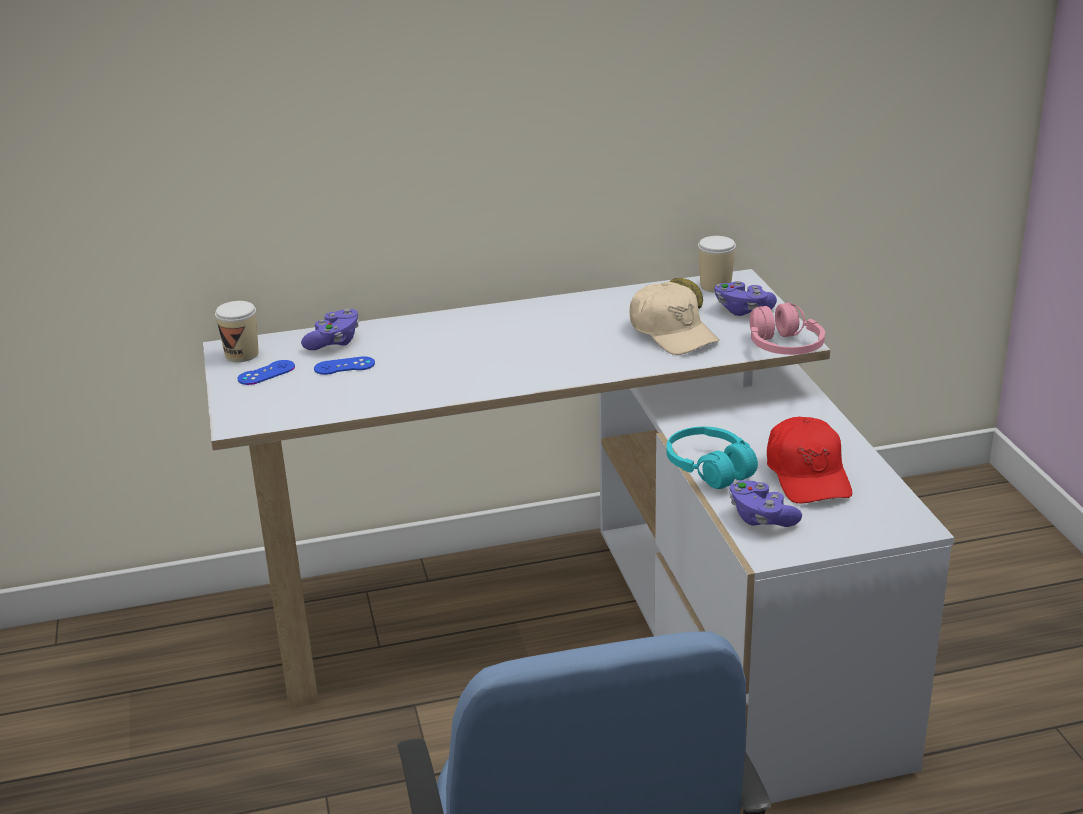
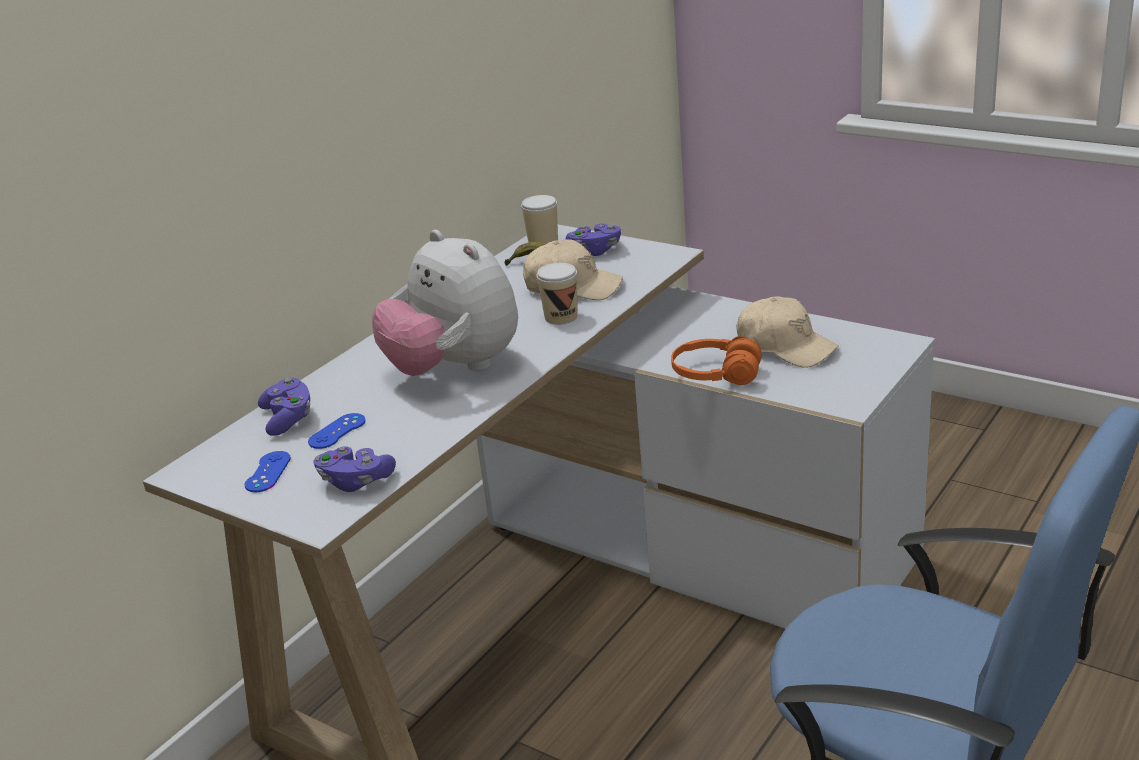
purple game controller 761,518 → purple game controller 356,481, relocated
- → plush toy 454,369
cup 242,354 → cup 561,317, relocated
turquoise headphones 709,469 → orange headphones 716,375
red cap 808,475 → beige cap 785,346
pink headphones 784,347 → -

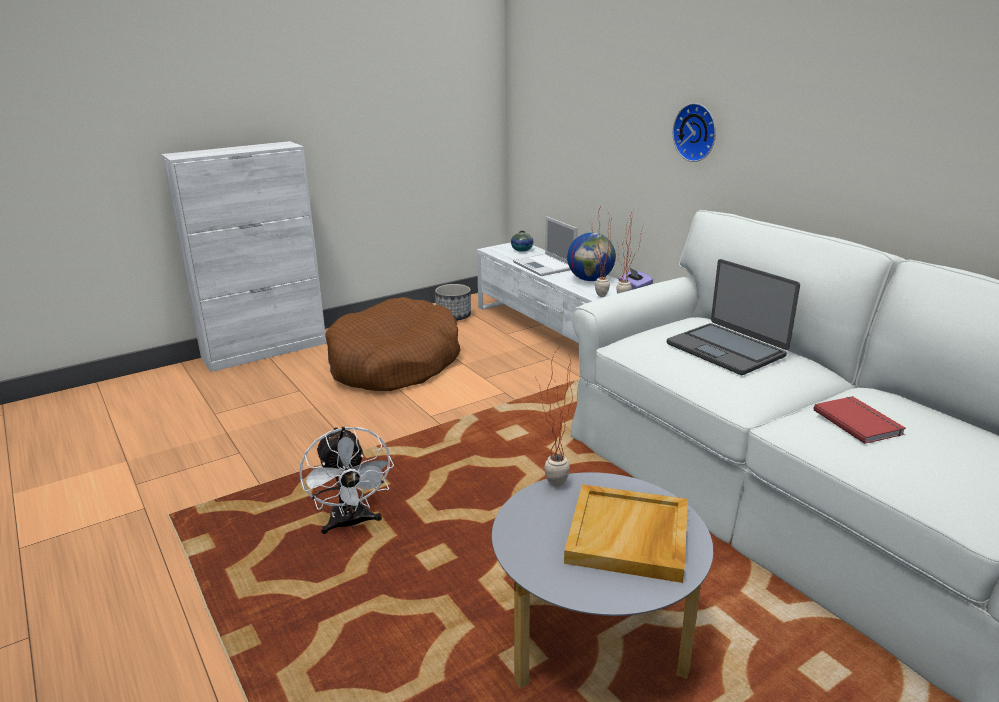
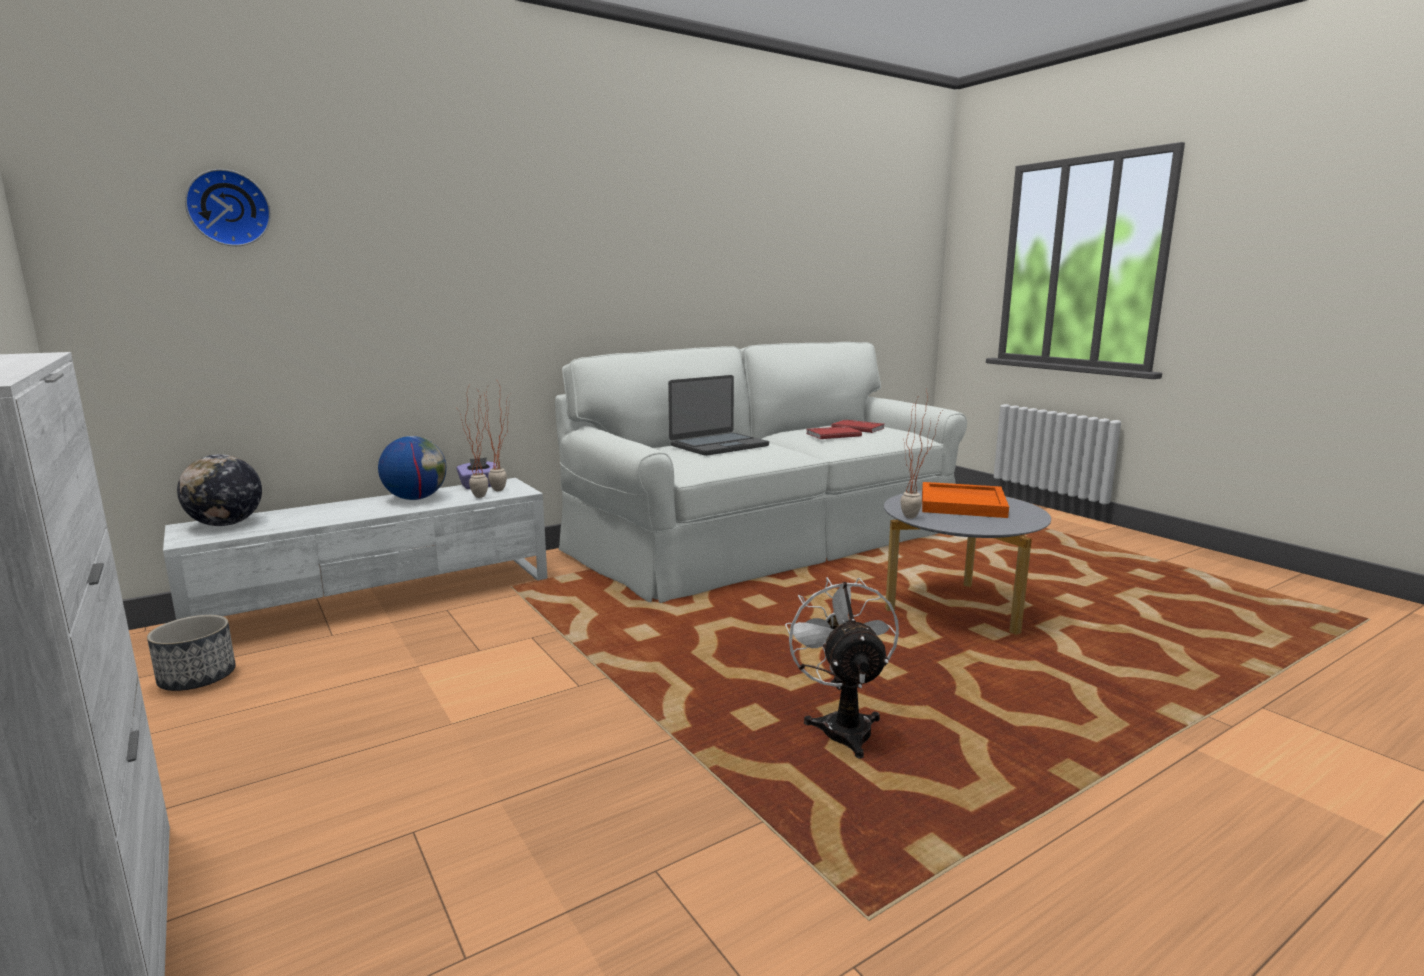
vase 522,250 → globe 226,524
wall clock 697,132 → wall clock 228,208, relocated
white fan 351,524 → white fan 843,726, 75 degrees counterclockwise
- → red book 858,428
beige tray 629,537 → orange tray 963,504
brown dog bed 394,363 → -
laptop 545,266 → -

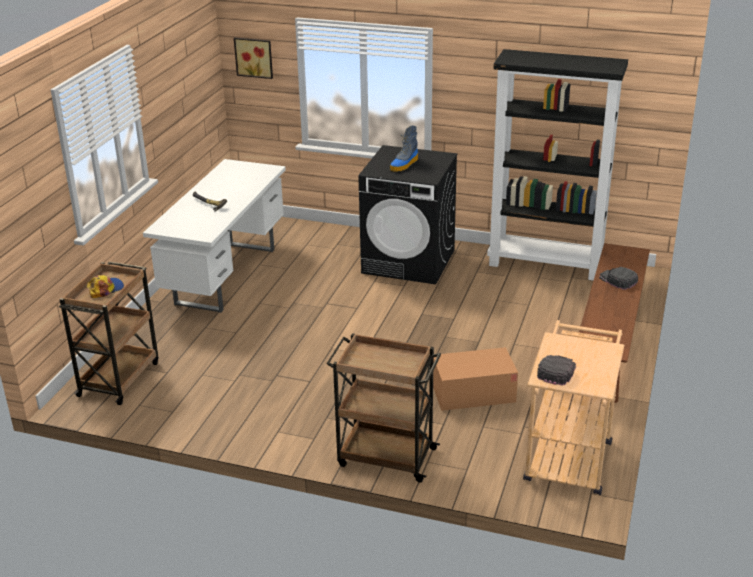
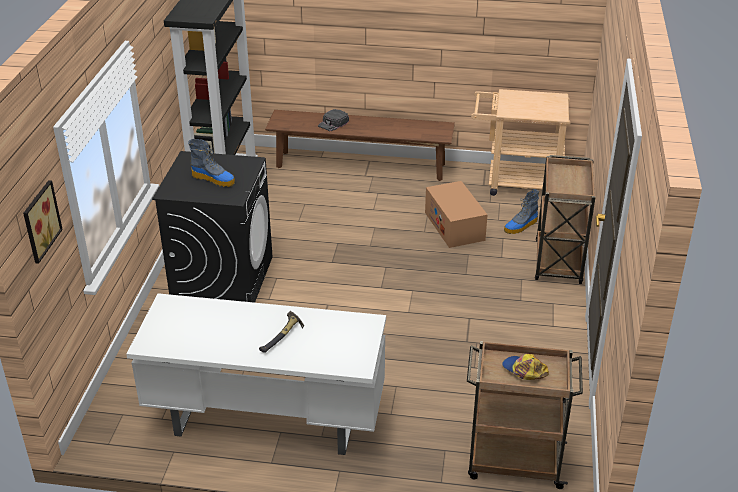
- → boot 521,226
black cap 557,371 → -

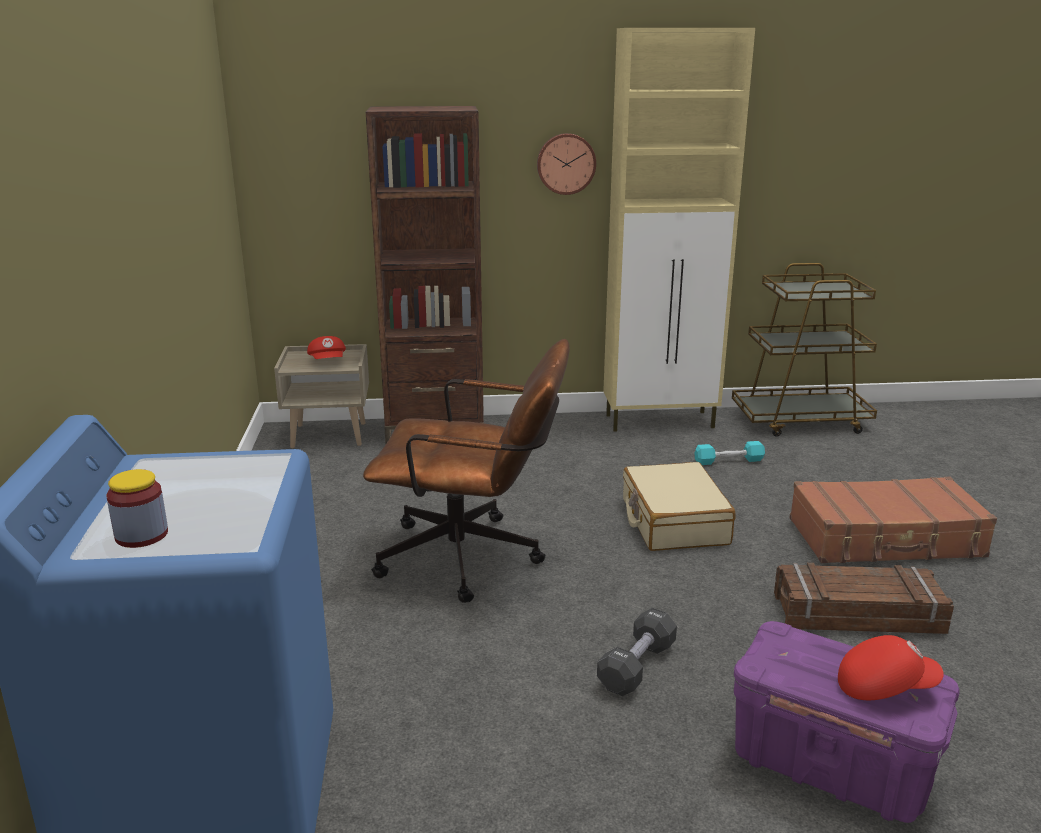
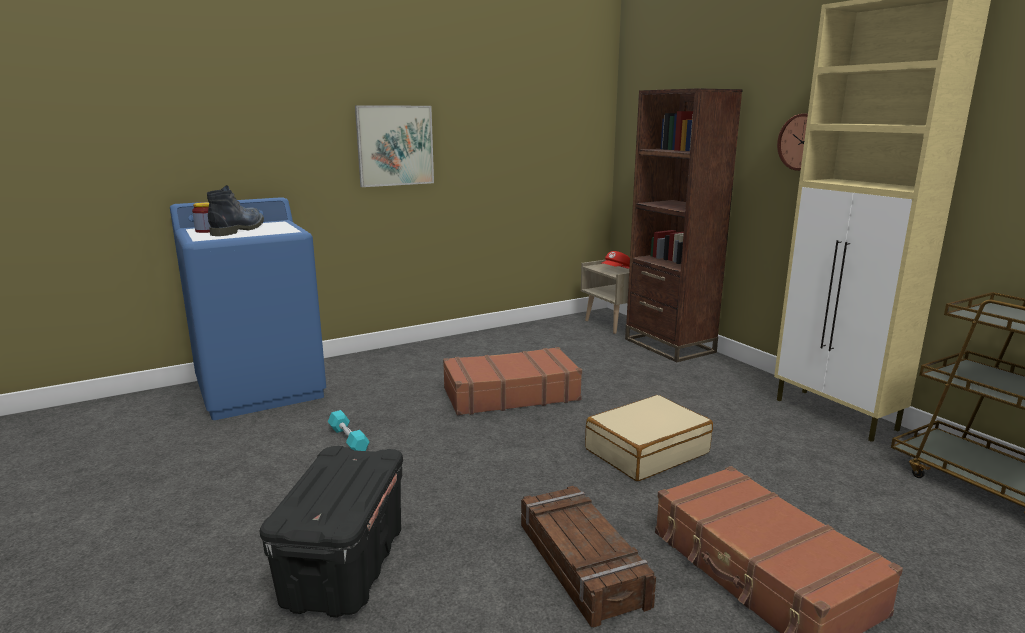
- → boot 239,229
purple storage box 828,766 → black storage box 344,566
turquoise dumbbell 728,461 → turquoise dumbbell 348,439, relocated
- → picture 395,145
brown office chair 473,559 → brown suitcase 510,394
black dumbbell 636,666 → -
red cap 884,686 → -

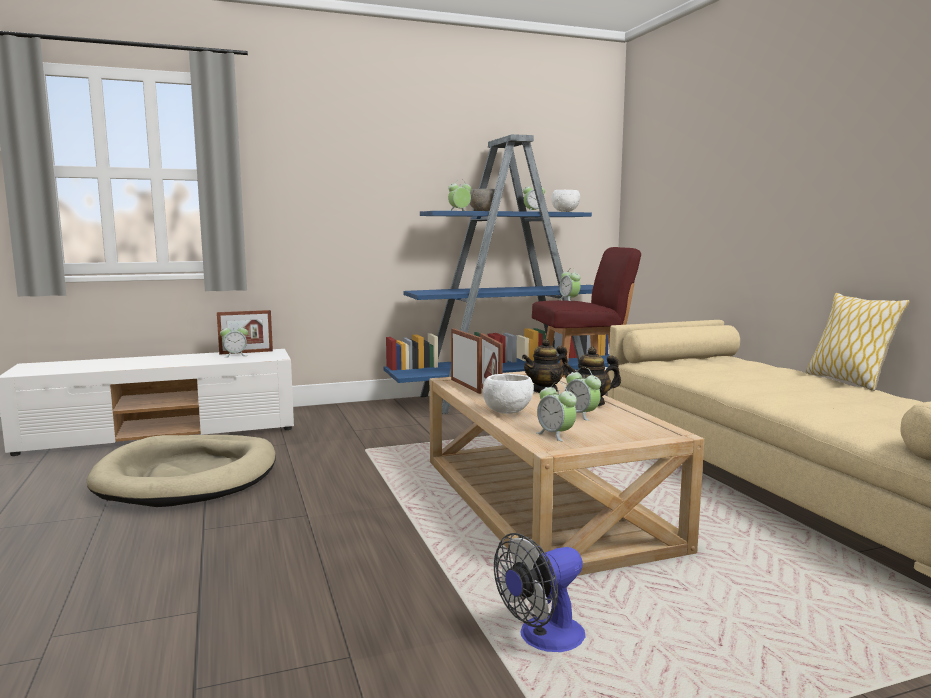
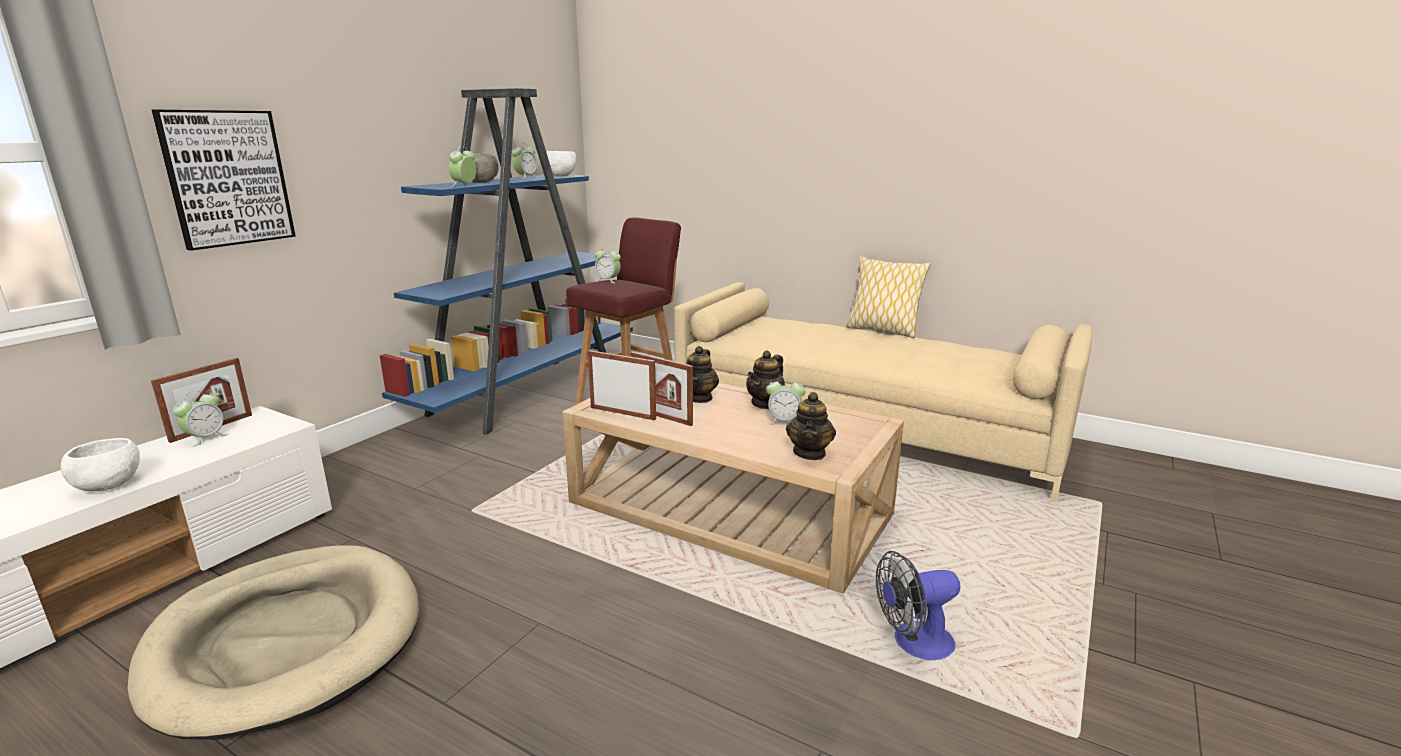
white bowl 506,412 → white bowl 107,486, relocated
- → picture 227,178
alarm clock 555,435 → teapot 810,453
fan 542,639 → fan 913,643, 60 degrees clockwise

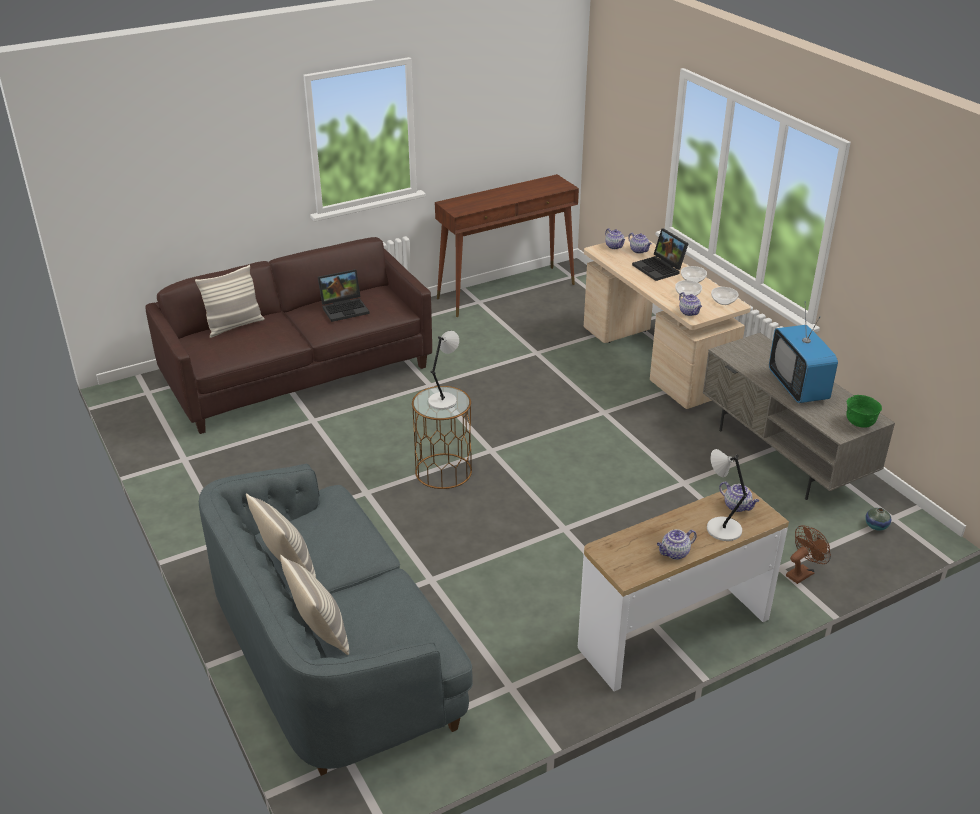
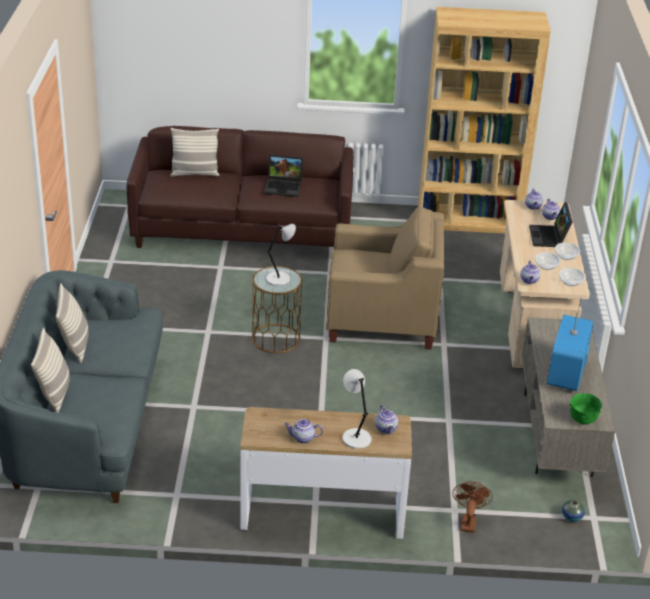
- → beige armchair 382,319
brown console table 507,291 → brown bookcase 469,221
brown fan 802,573 → brown fan 468,521, 75 degrees counterclockwise

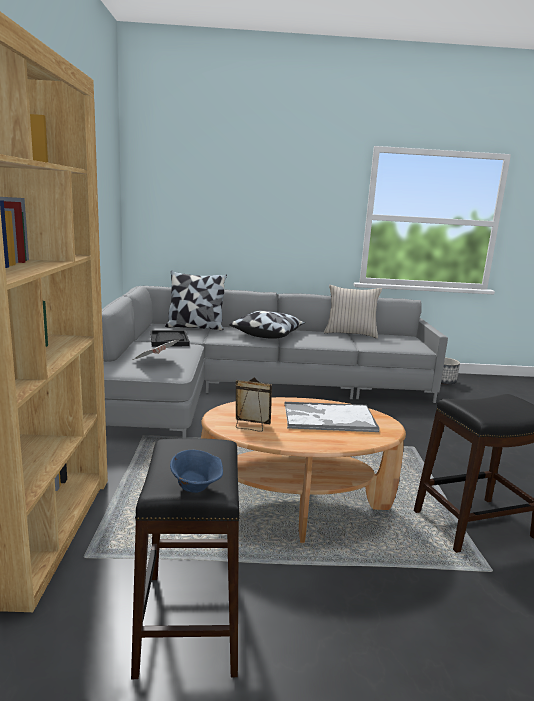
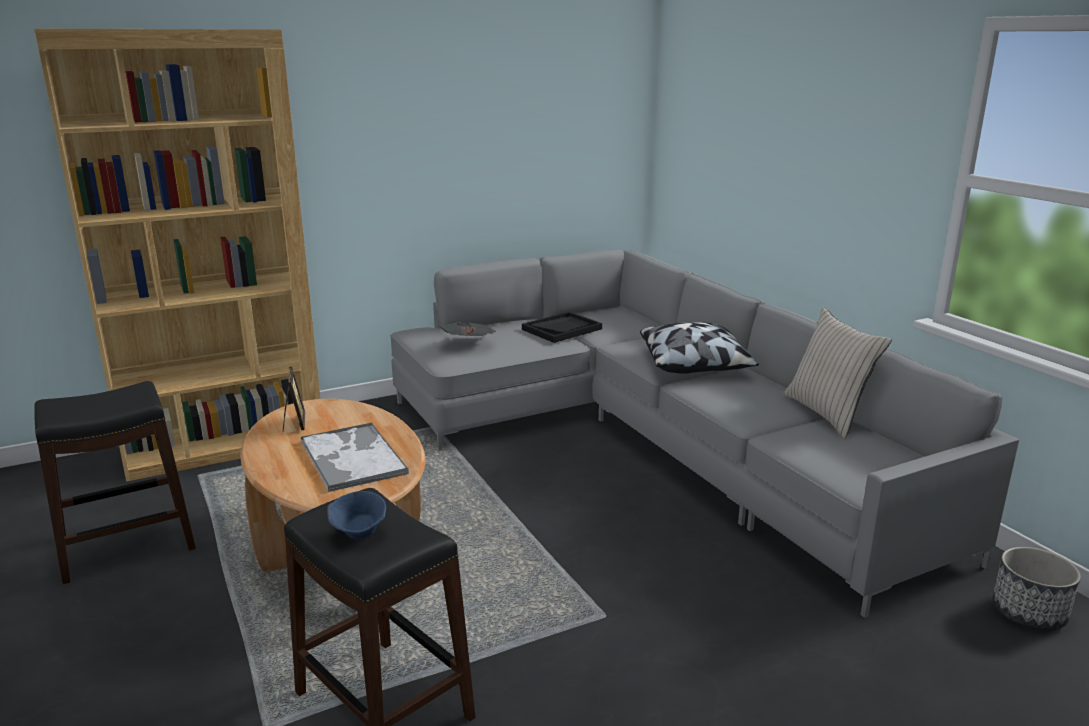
blue bowl 196,487 → blue bowl 360,534, relocated
pillow 195,327 → -

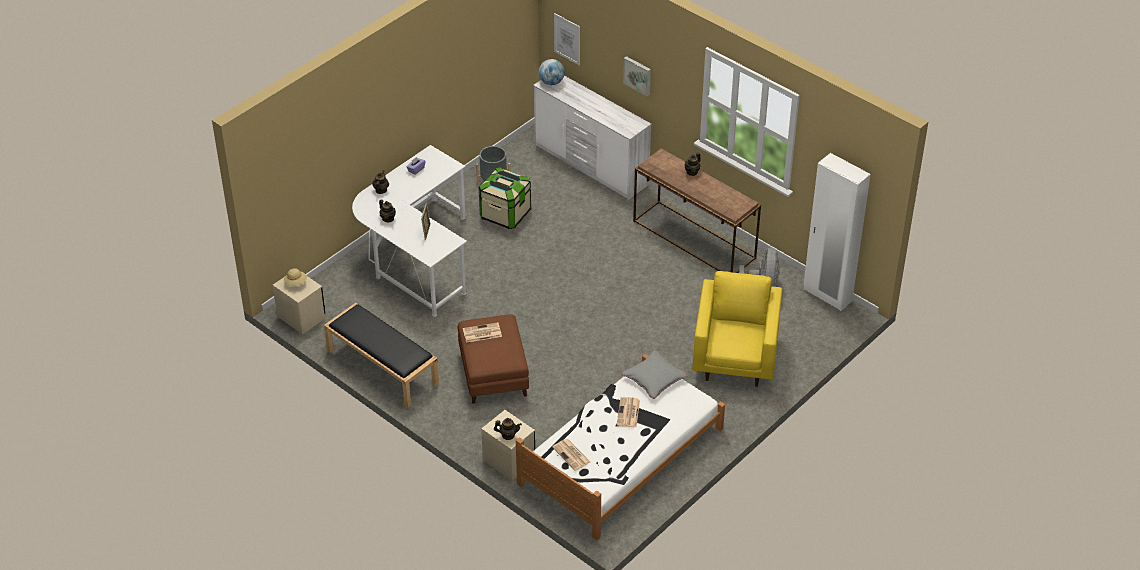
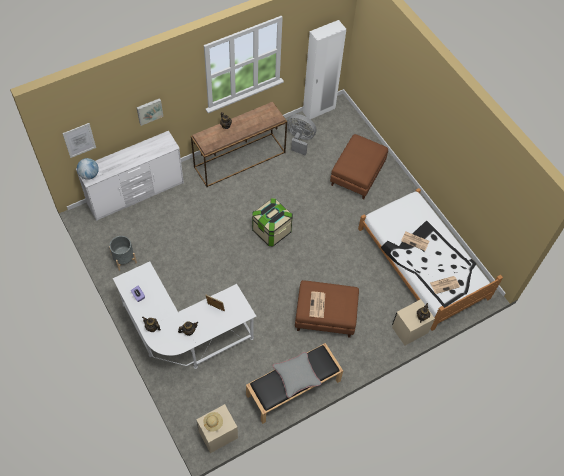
storage box 505,214 → storage box 271,231, relocated
grey pillow 654,378 → grey pillow 296,376, relocated
yellow armchair 735,358 → brown ottoman 357,175

